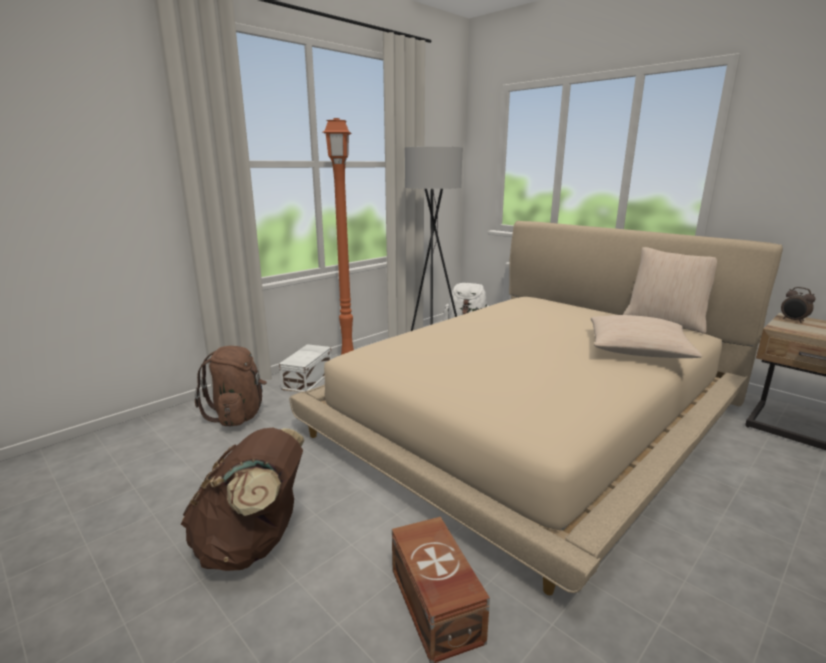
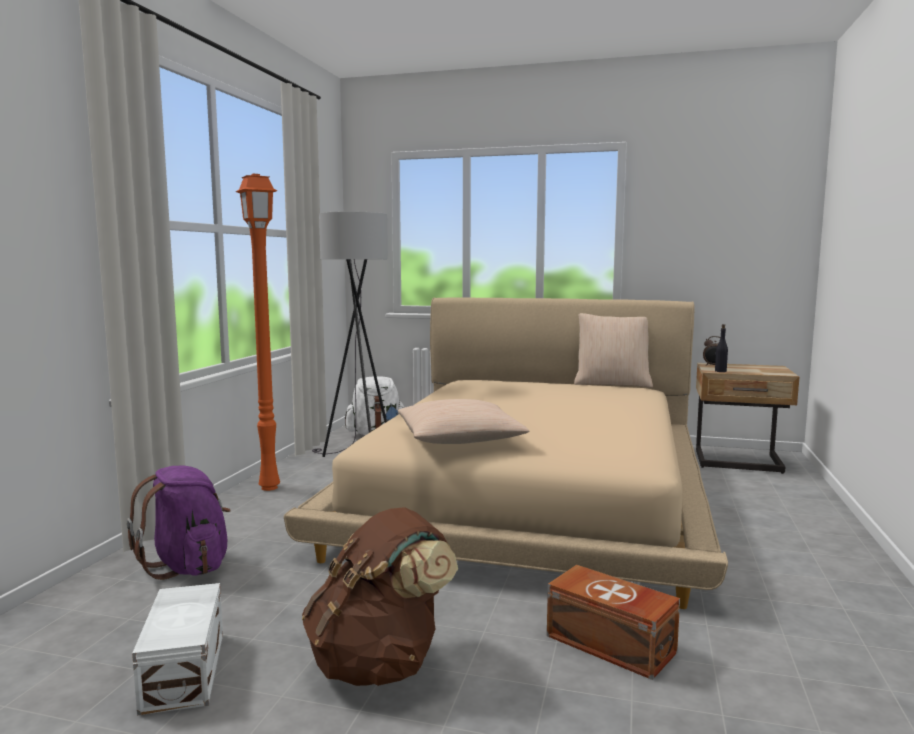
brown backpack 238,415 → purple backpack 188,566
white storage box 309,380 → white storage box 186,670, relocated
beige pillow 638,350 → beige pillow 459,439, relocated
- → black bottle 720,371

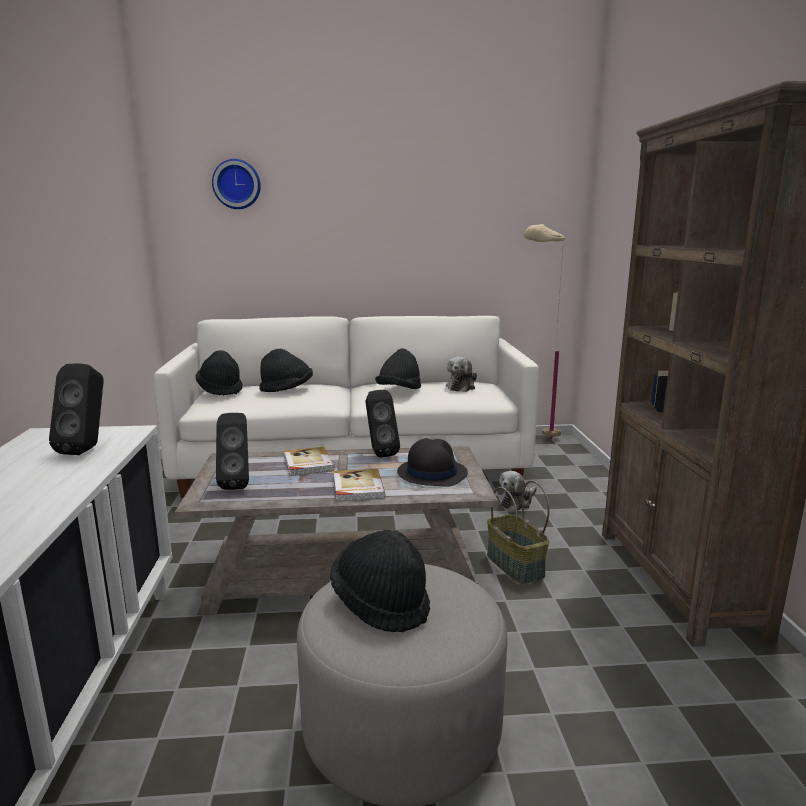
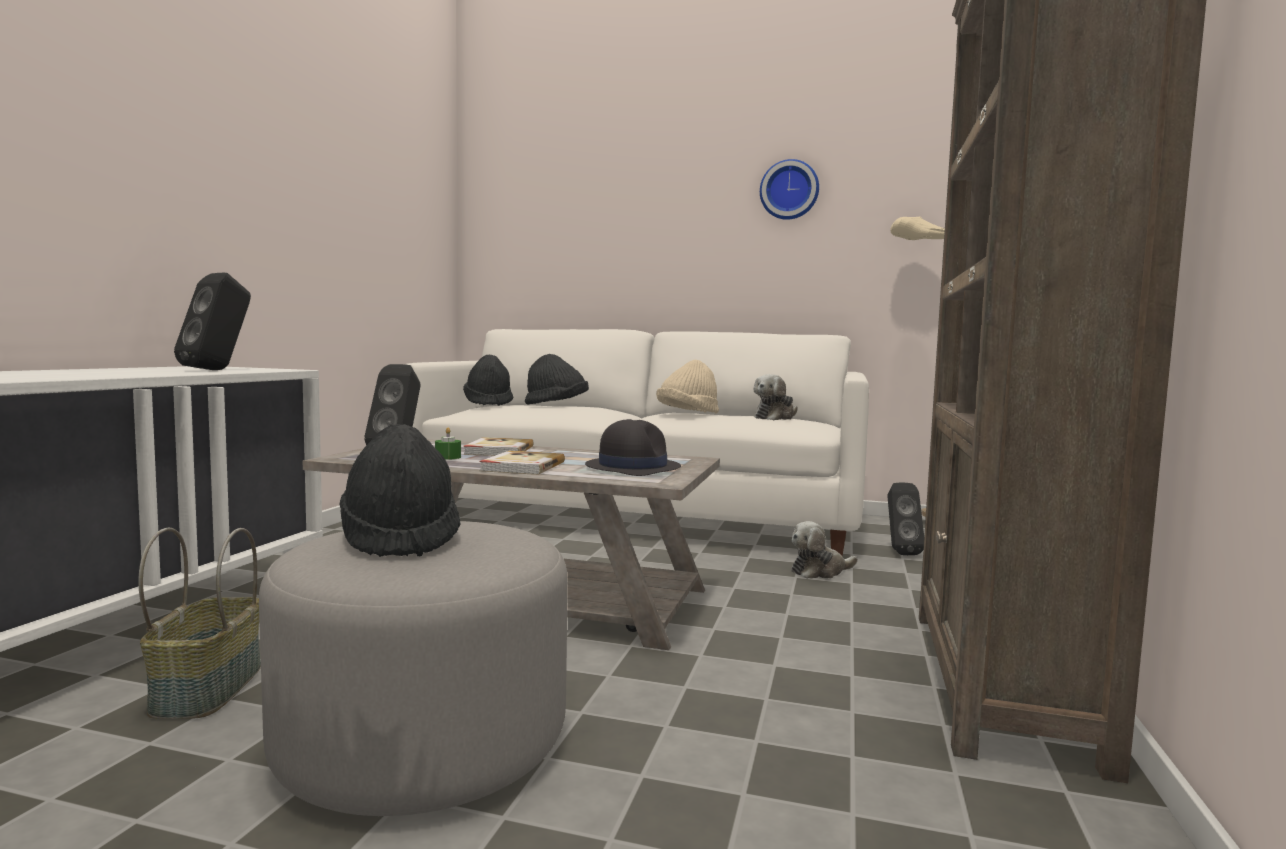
basket 514,565 → basket 206,689, relocated
- → green candle 448,457
black hat 399,391 → beige hat 687,414
wall clock 237,184 → wall clock 789,190, relocated
black speaker 379,453 → black speaker 899,552, relocated

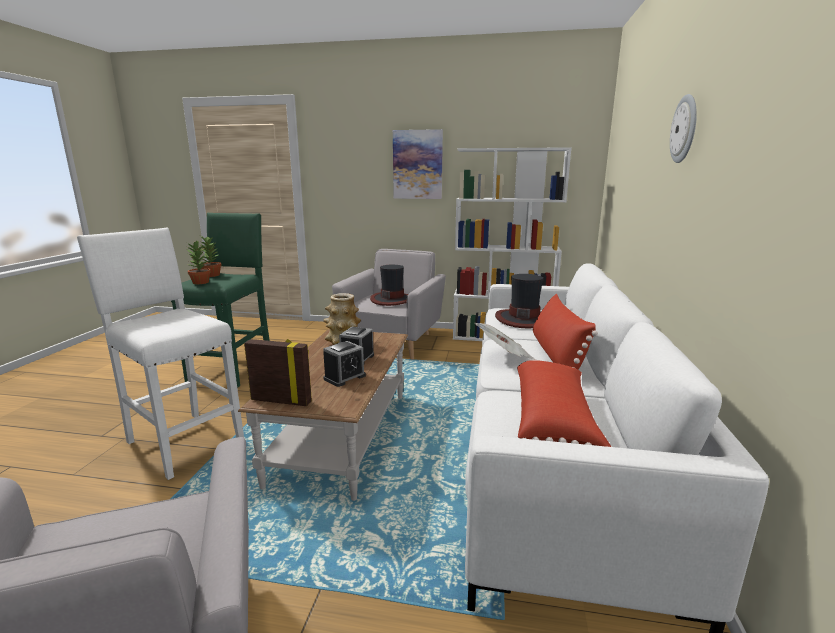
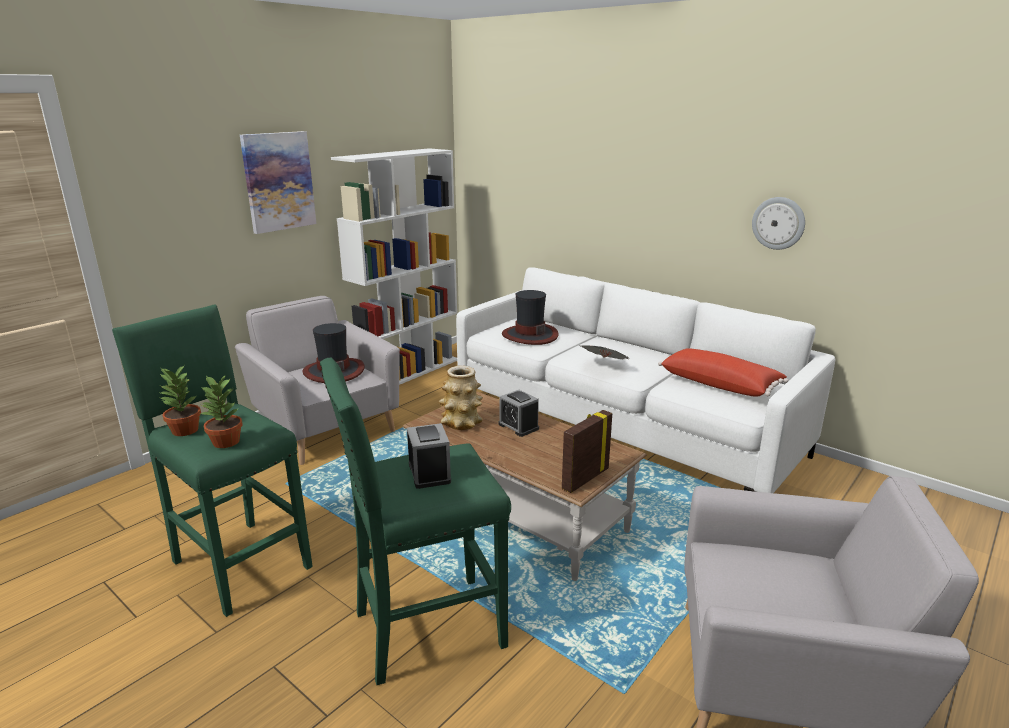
white stool 183,441 → green stool 425,629
alarm clock 344,377 → alarm clock 429,473, relocated
wall clock 685,129 → wall clock 778,223, relocated
red pillow 557,355 → -

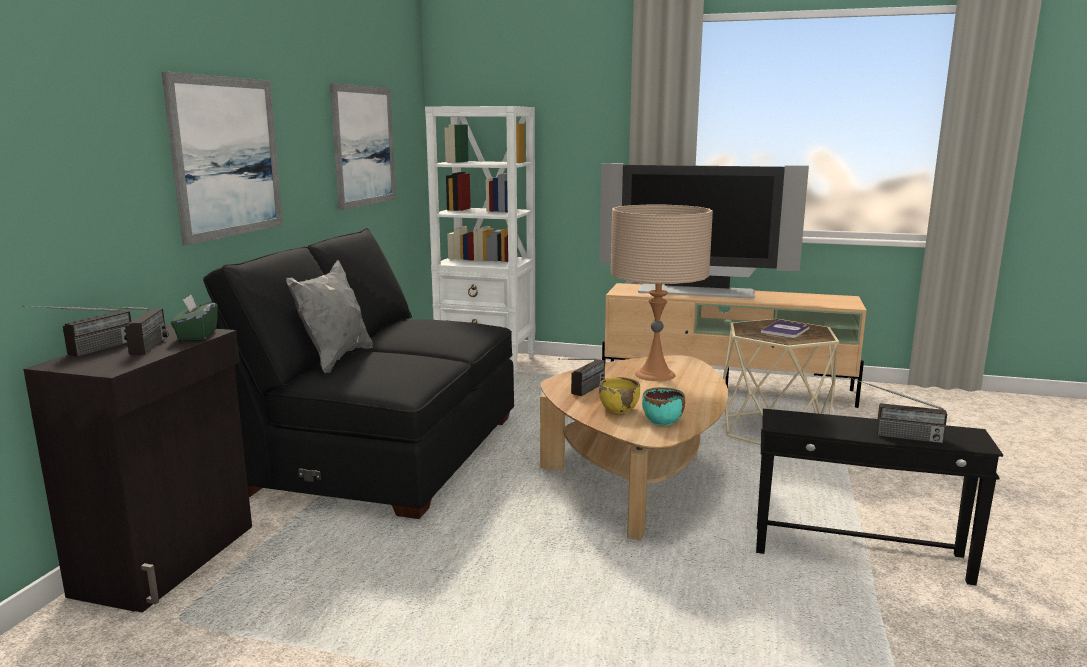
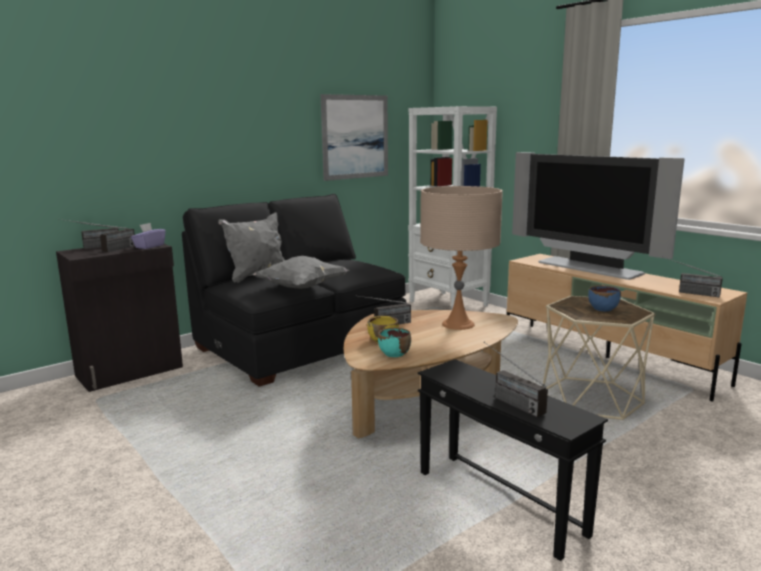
green tissue box 197,335 → purple tissue box 149,246
- → grey pillow 301,288
book 785,330 → blue bowl 603,309
- → radio 688,292
picture 227,157 → -

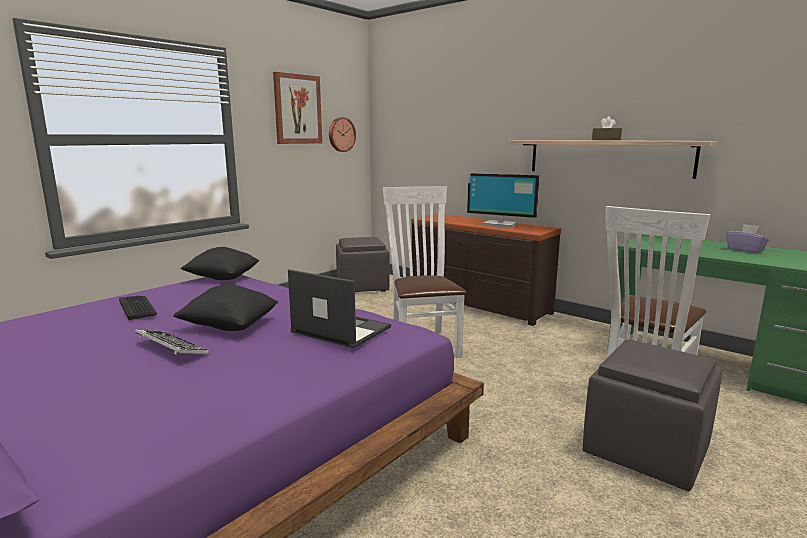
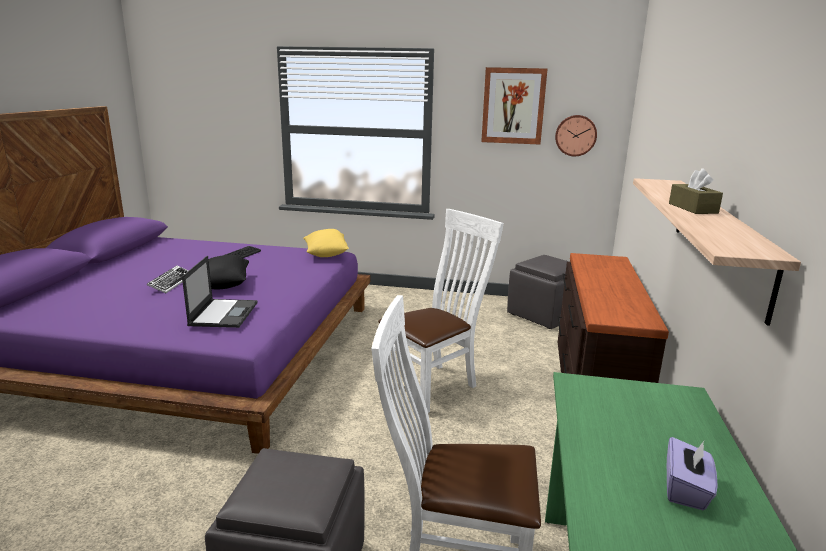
black pillow 222,278 → yellow pillow 326,254
monitor 500,224 → -

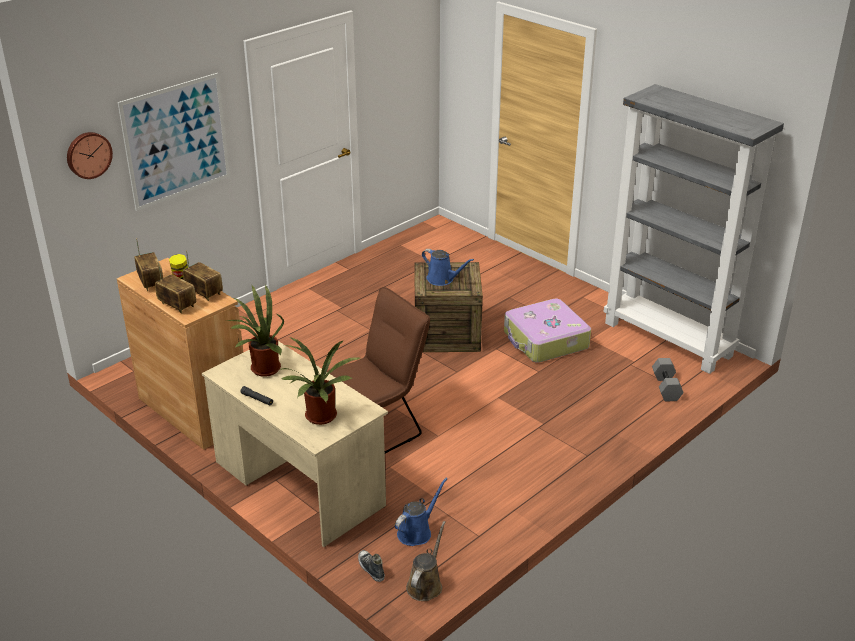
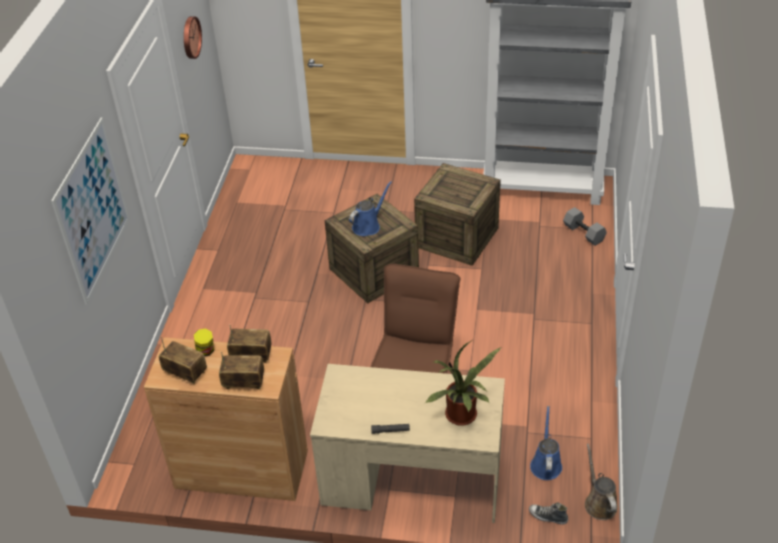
wall clock 88,154 → wall clock 190,37, relocated
blue watering can 442,279 → blue watering can 368,225, 45 degrees counterclockwise
suitcase 545,341 → crate 457,237
potted plant 262,369 → -

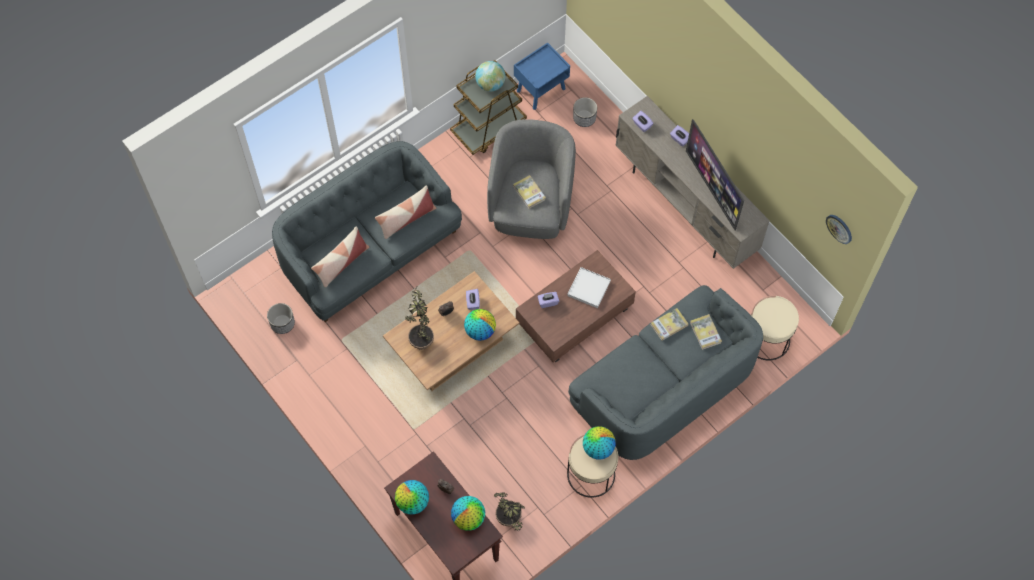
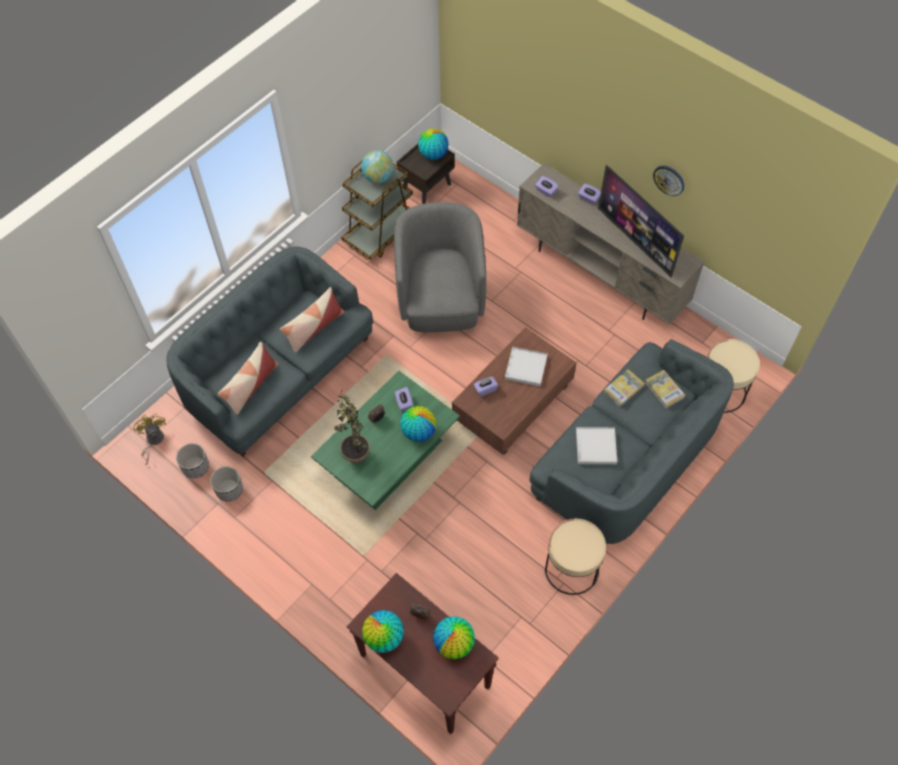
- → yellow fan 153,441
planter 584,118 → planter 229,489, relocated
brown coffee table 452,347 → green coffee table 389,459
blue nightstand 541,89 → brown nightstand 426,188
globe 598,448 → globe 433,154, relocated
- → white tray 596,447
wall clock 839,228 → wall clock 669,180, relocated
potted plant 510,523 → -
book 529,192 → -

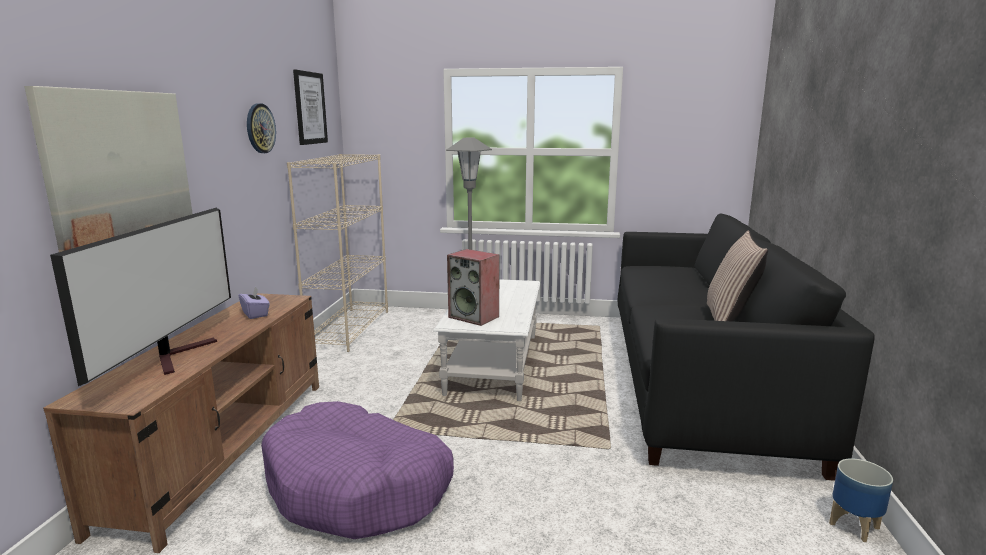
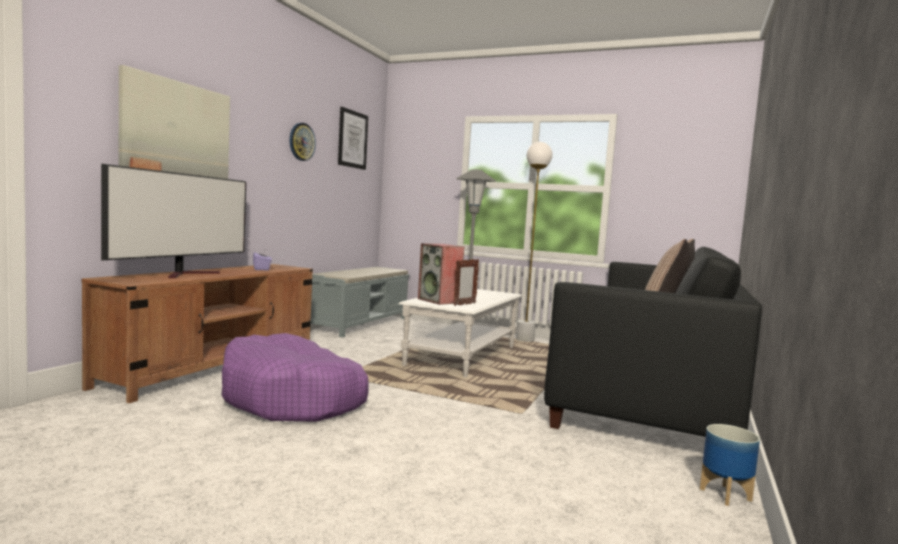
beige bookcase 349,328 → grey bench 360,324
- → picture frame 464,304
- → white floor lamp 525,340

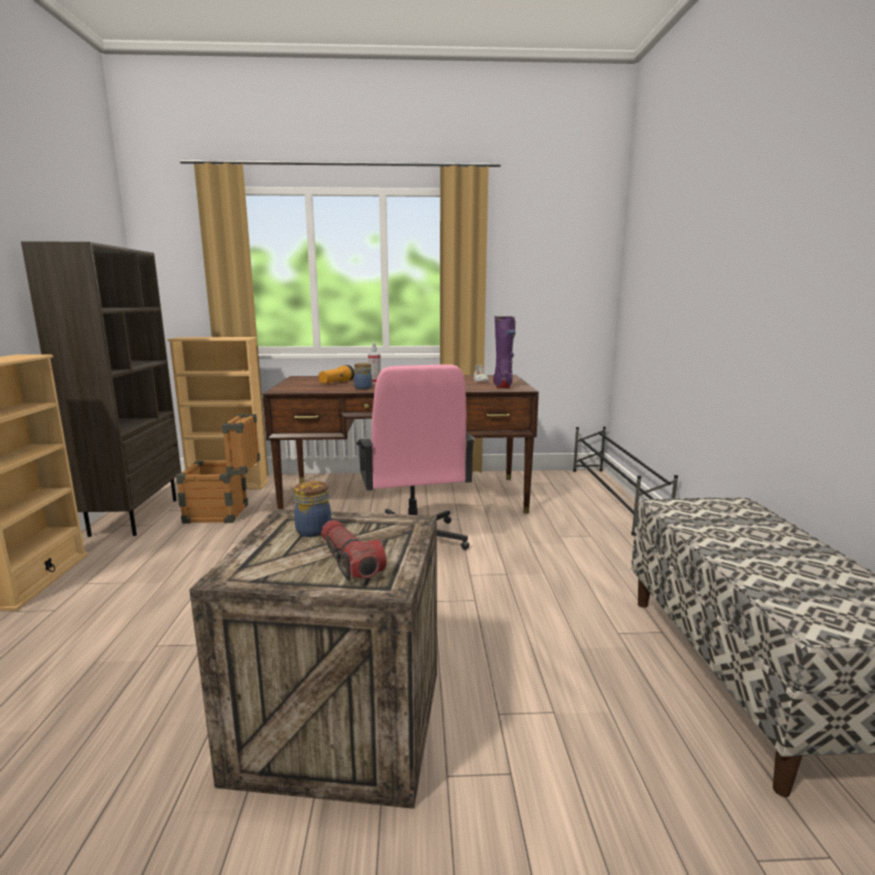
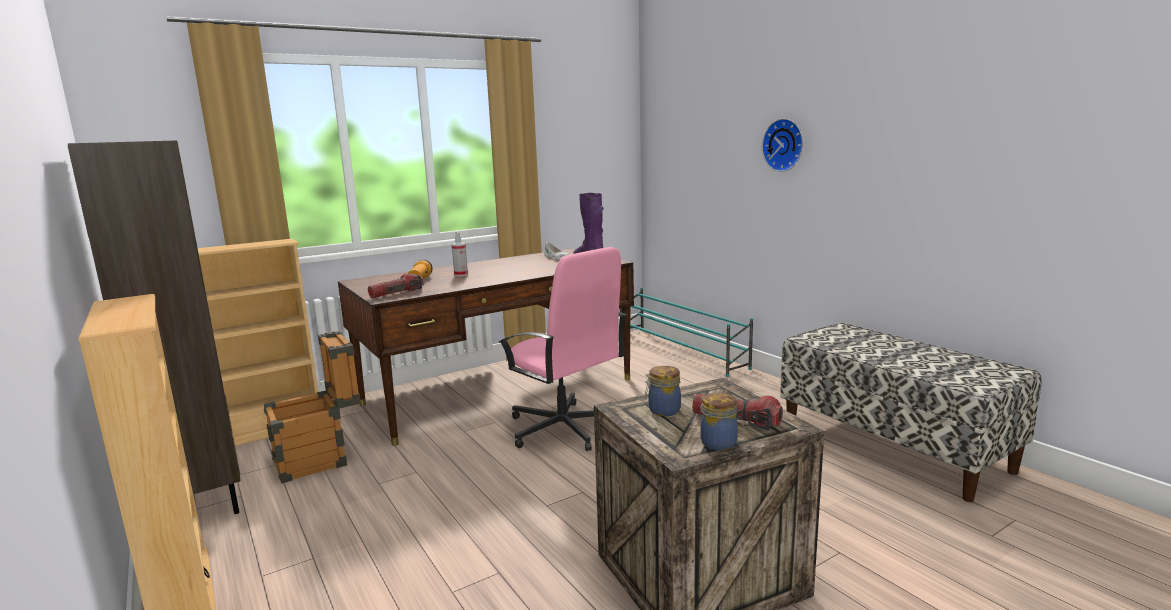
- → flashlight 396,293
black shoe rack 614,498 → turquoise shoe rack 680,351
jar 363,388 → jar 717,443, relocated
- → wall clock 785,145

